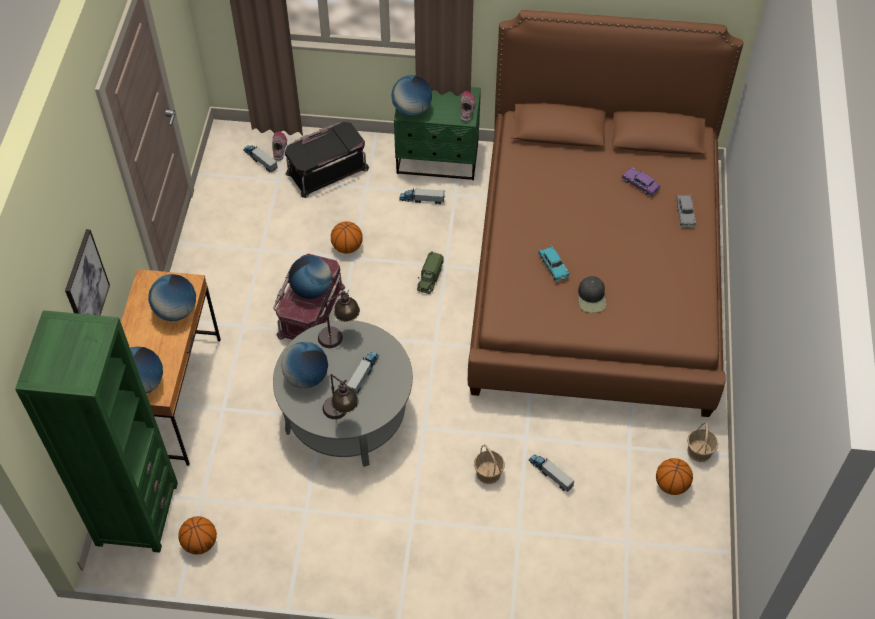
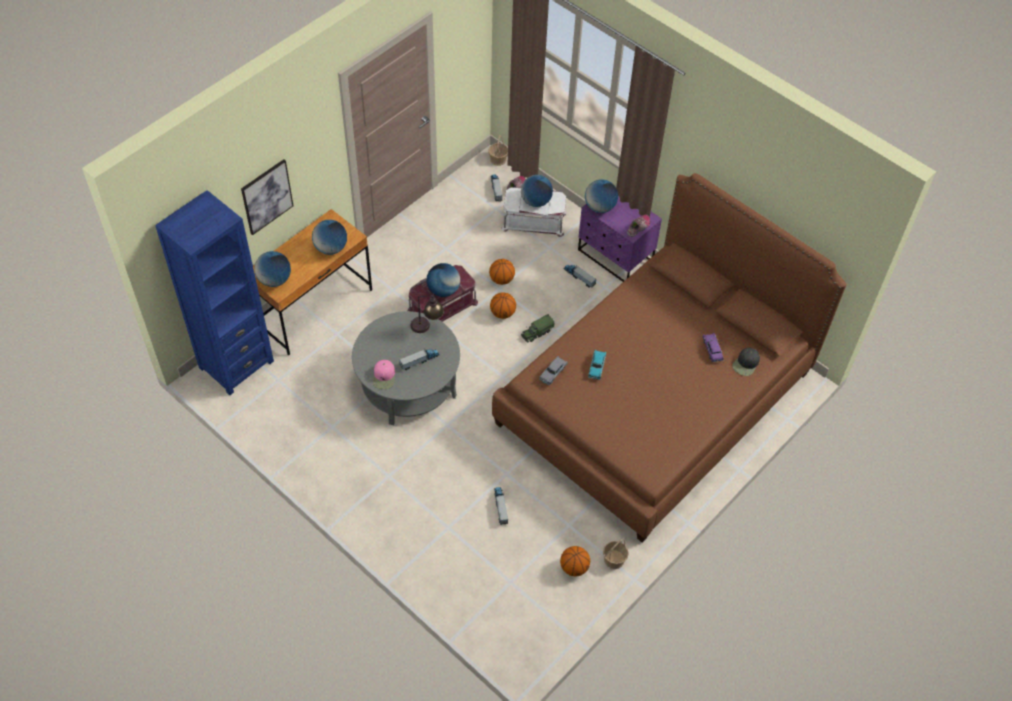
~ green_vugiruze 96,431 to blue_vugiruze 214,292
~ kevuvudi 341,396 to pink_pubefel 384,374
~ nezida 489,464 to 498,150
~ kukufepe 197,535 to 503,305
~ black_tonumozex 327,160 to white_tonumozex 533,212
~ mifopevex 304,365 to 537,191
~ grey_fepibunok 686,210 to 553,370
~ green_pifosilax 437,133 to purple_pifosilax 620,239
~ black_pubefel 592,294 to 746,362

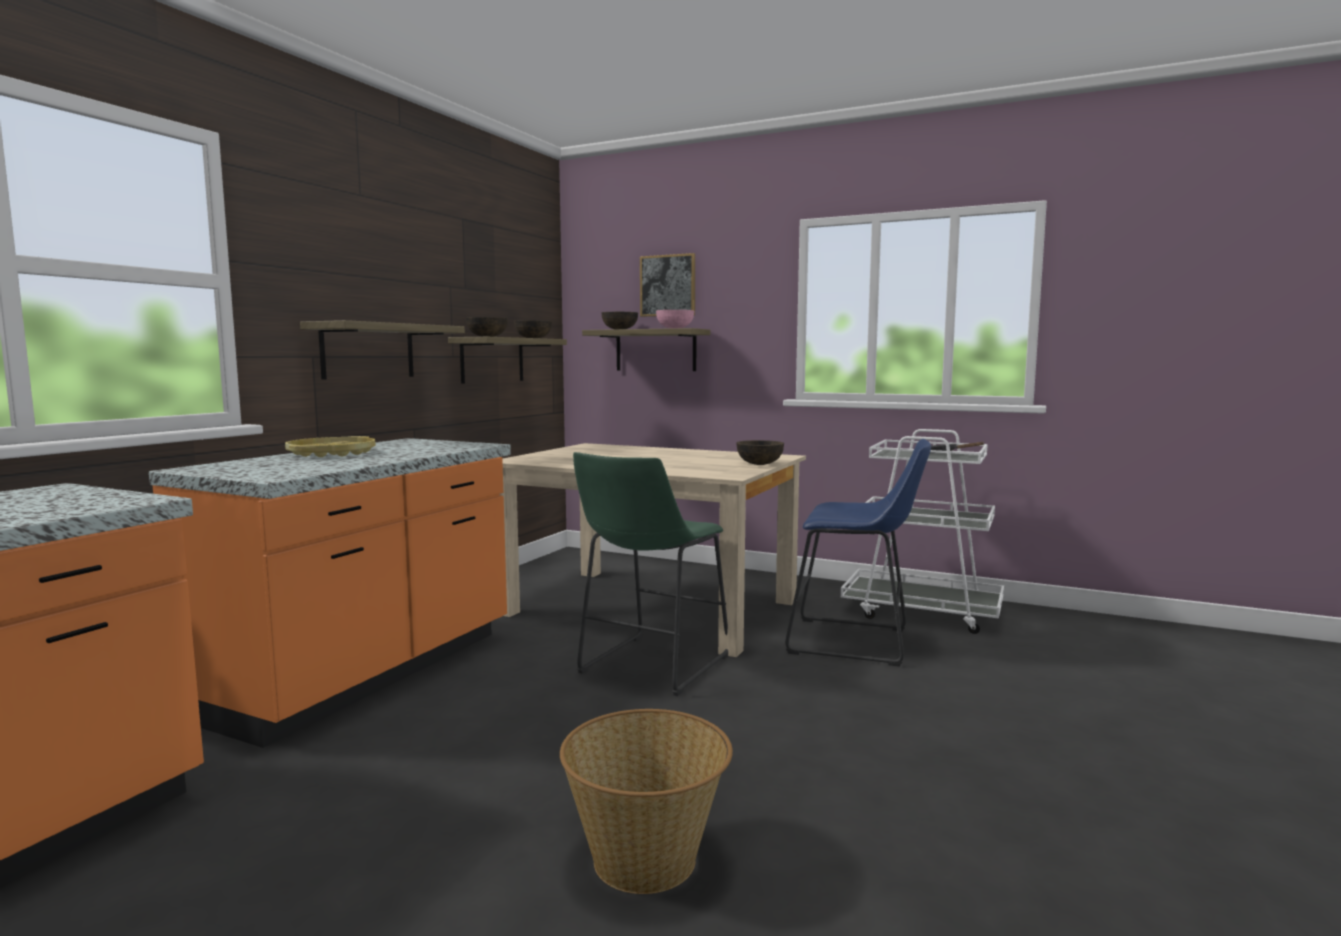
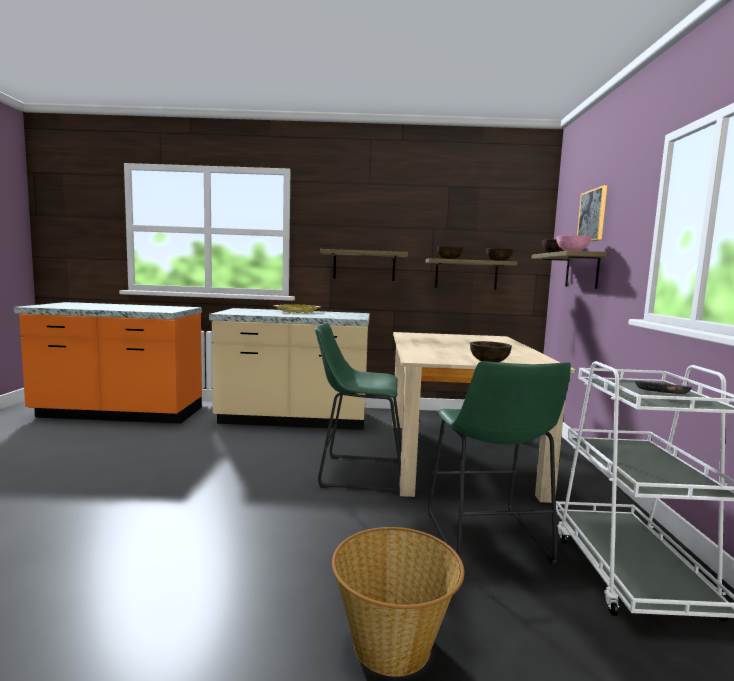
~ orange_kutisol 330,593 to beige_kutisol 289,369
~ nezida 646,801 to 398,602
~ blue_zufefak 858,553 to green_zufefak 499,463

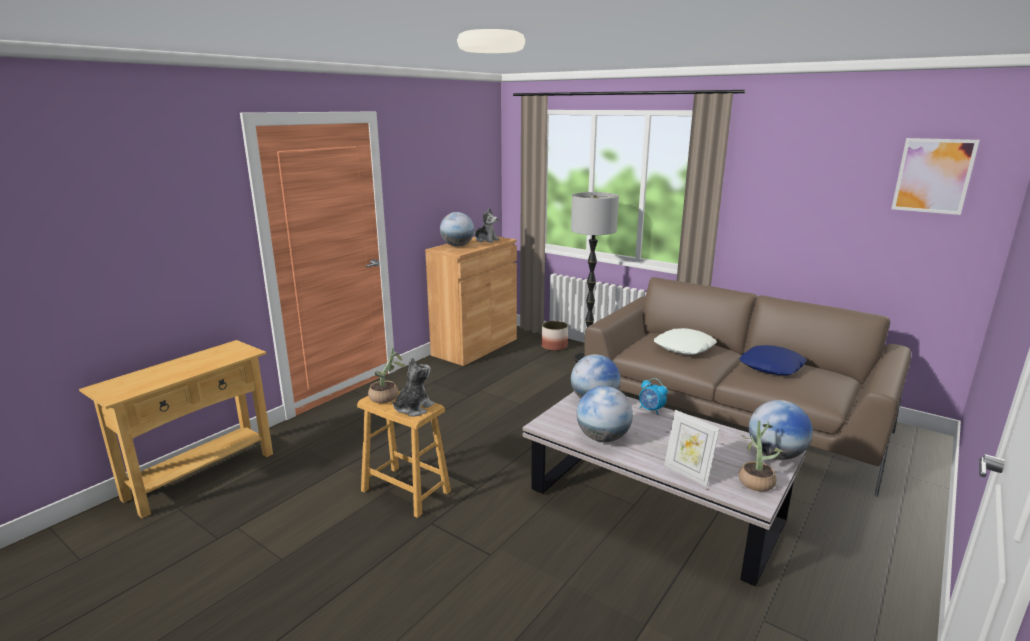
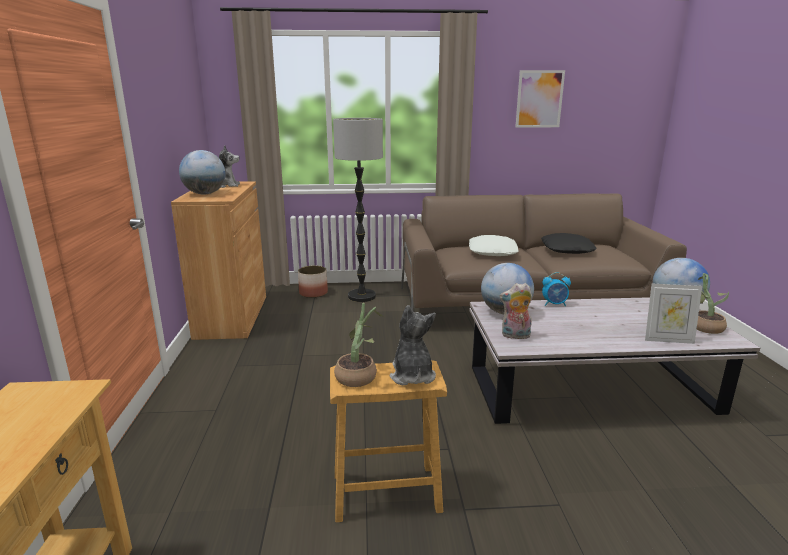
+ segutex 516,311
~ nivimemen 935,176 to 540,99
~ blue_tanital 773,360 to black_tanital 568,243
- mifopevex 605,414

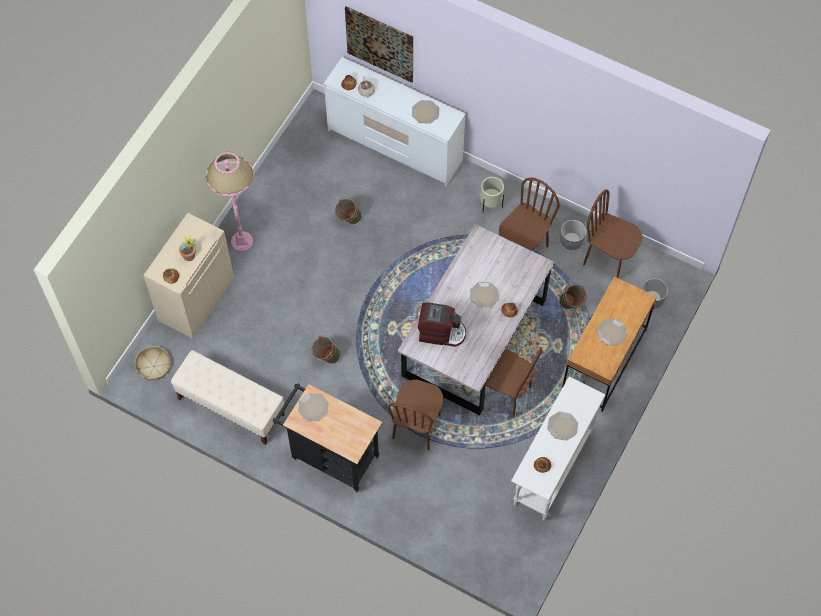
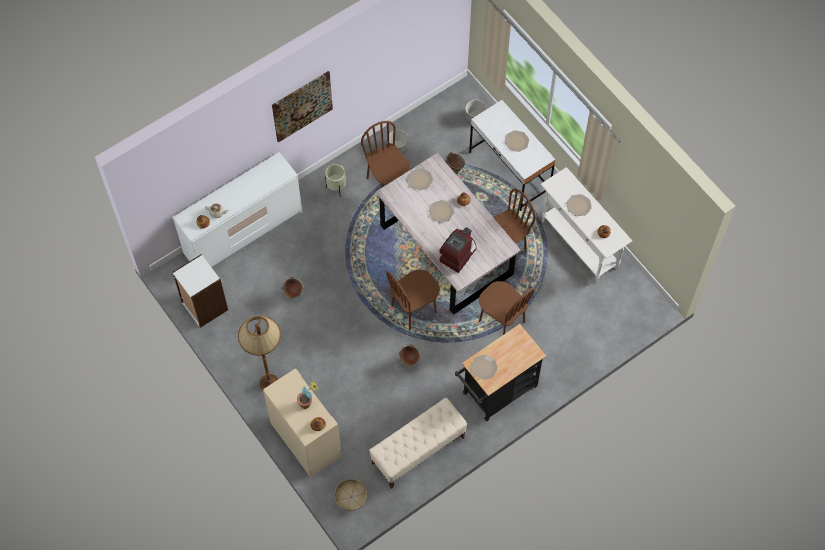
+ white_vugiruze 200,291
~ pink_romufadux 229,201 to brown_romufadux 259,353
~ nivimemen 379,44 to 302,106
~ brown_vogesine 613,233 to 413,300
~ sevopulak 425,112 to 420,179
~ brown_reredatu 609,344 to white_reredatu 512,155

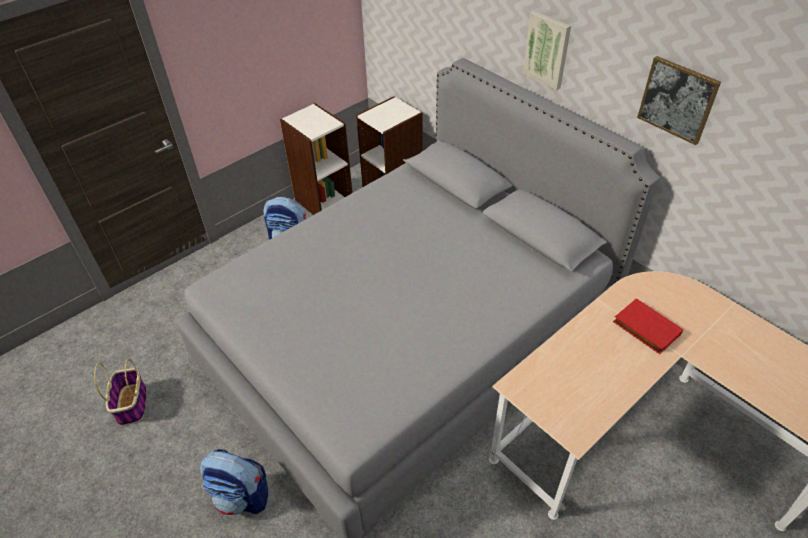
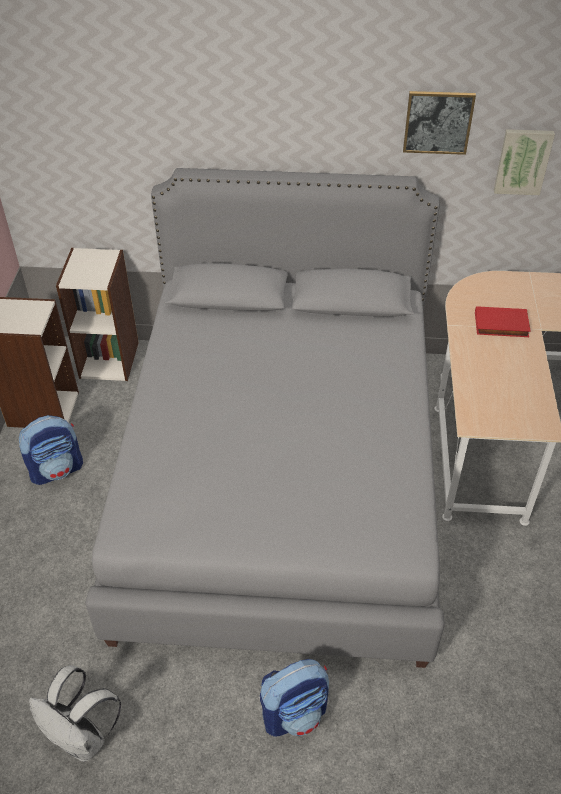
~ nezida 120,392 to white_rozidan 75,713
~ nivimemen 547,51 to 524,162

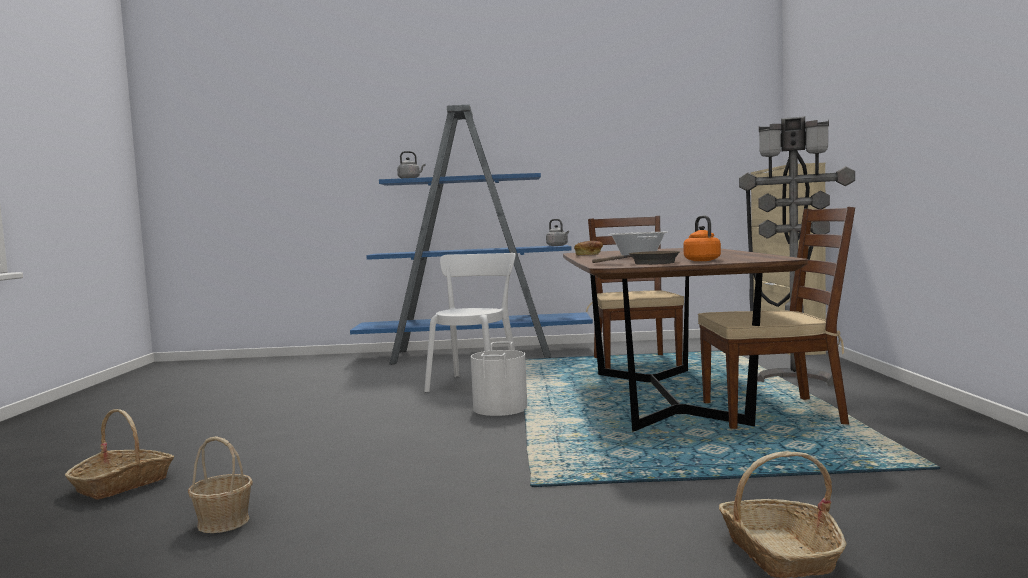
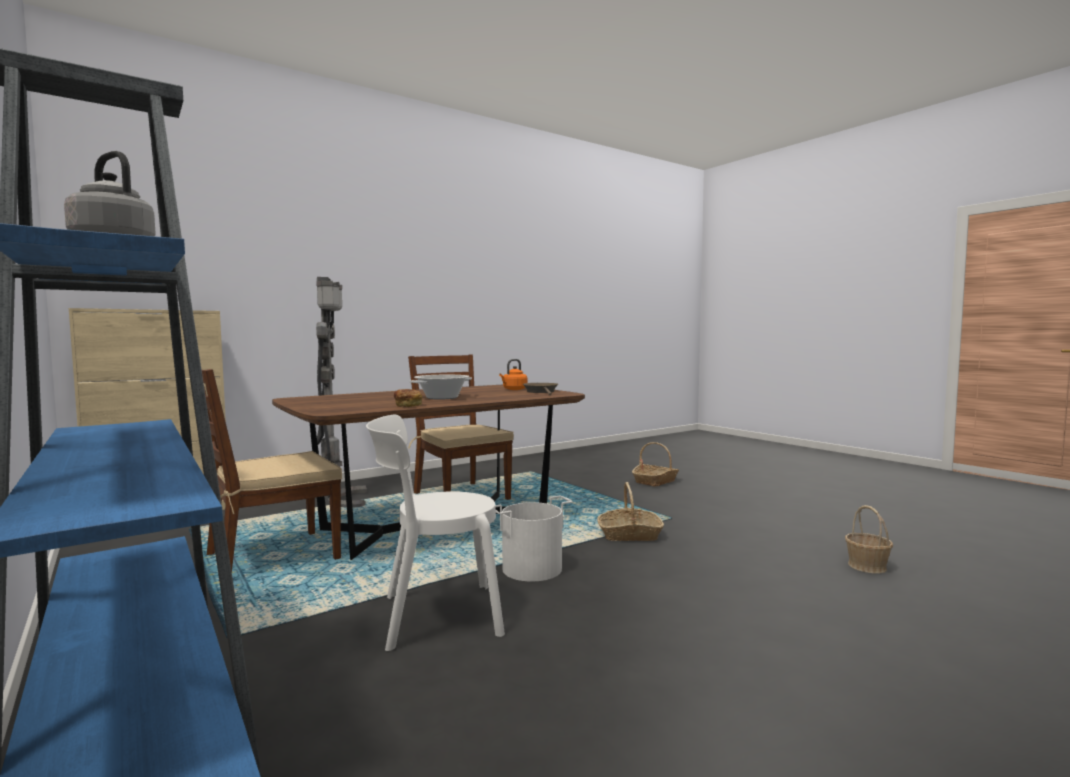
~ nezida 119,454 to 630,511
- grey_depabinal 557,232

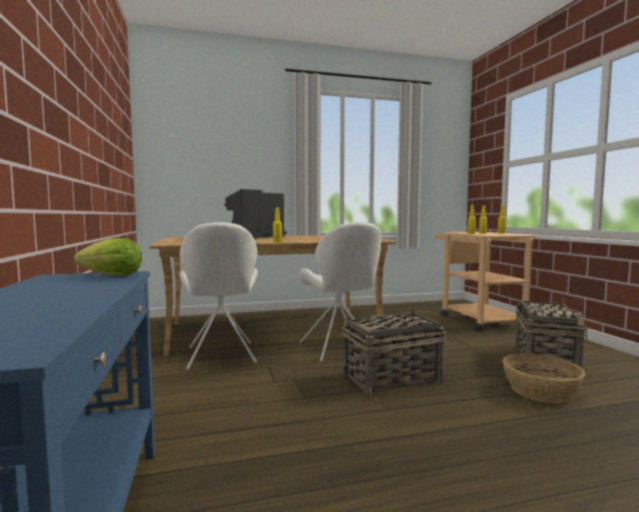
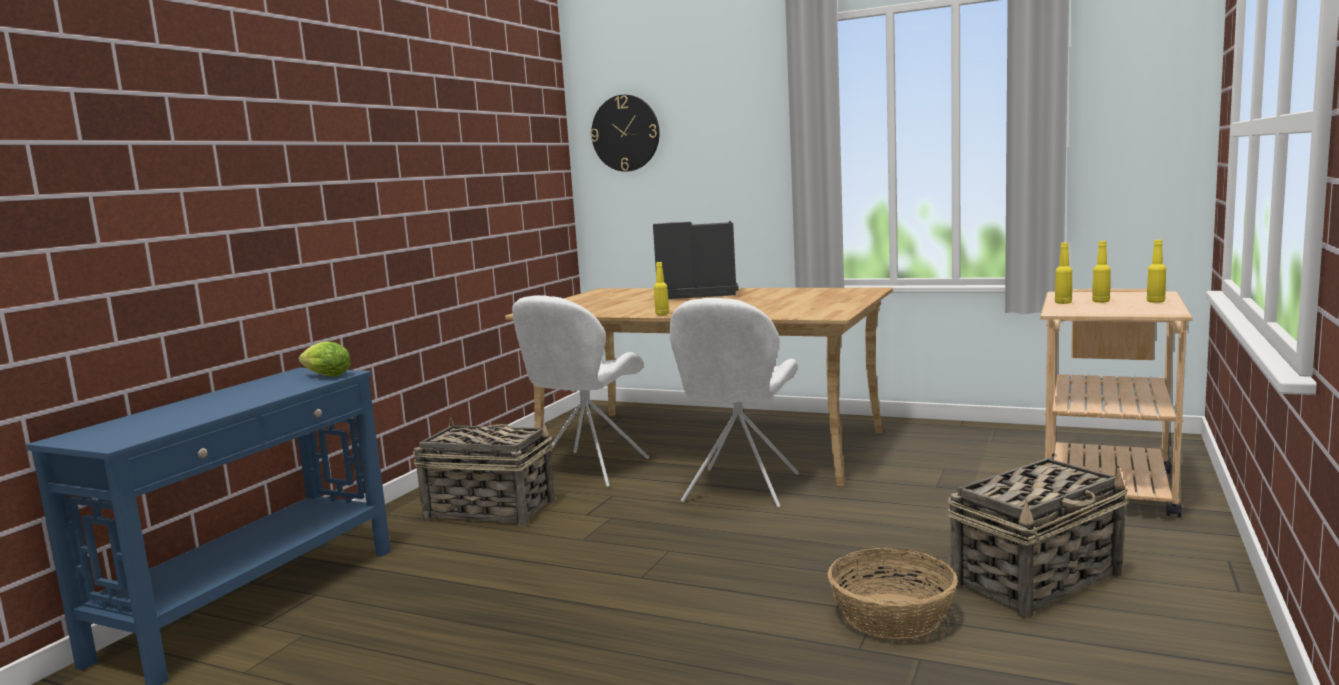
~ nezida 394,351 to 484,472
+ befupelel 625,133

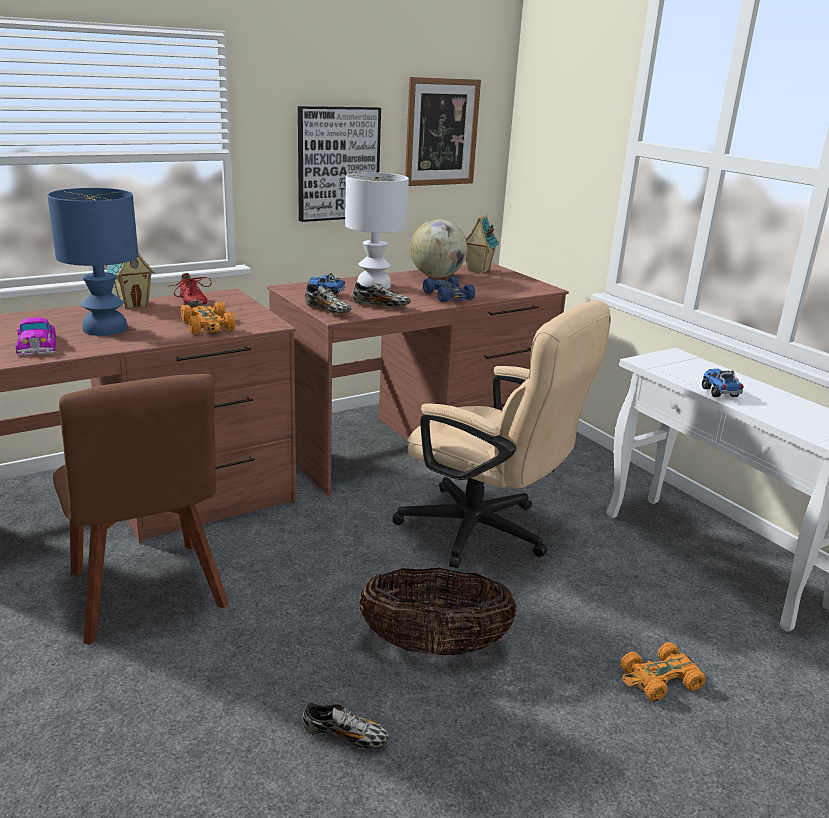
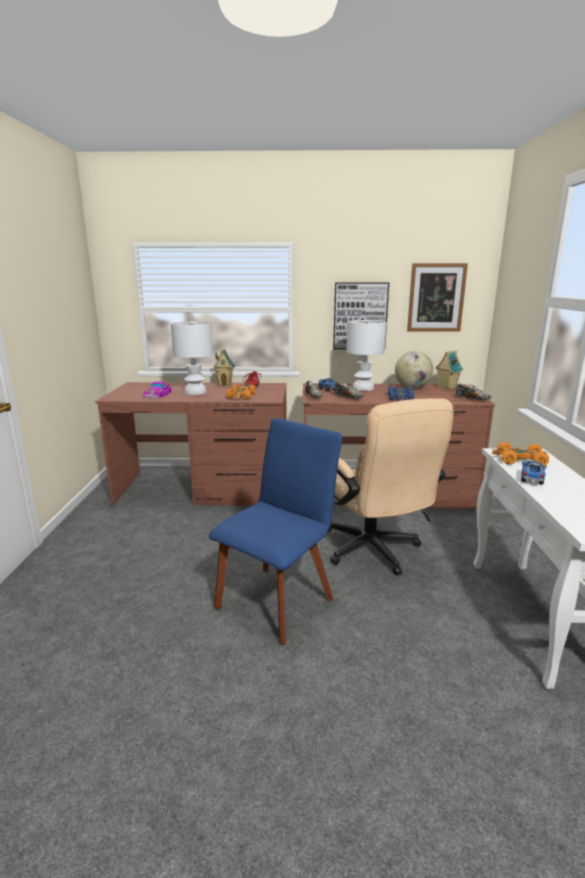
~ blue_kevuvudi 92,262 to white_kevuvudi 192,358
~ nezida 438,611 to blue_vogesine 275,531
~ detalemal 345,725 to 474,392
~ orange_fepibunok 663,671 to 520,454
- brown_vogesine 141,509

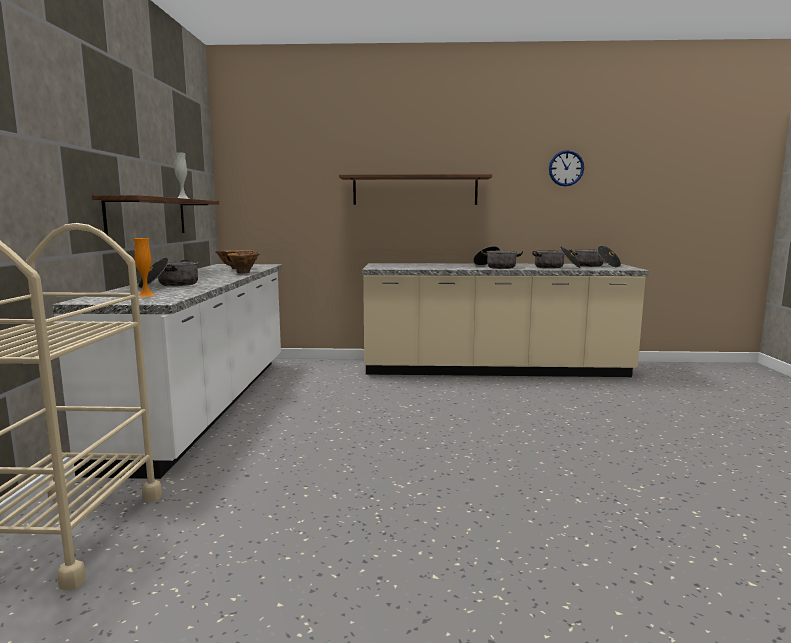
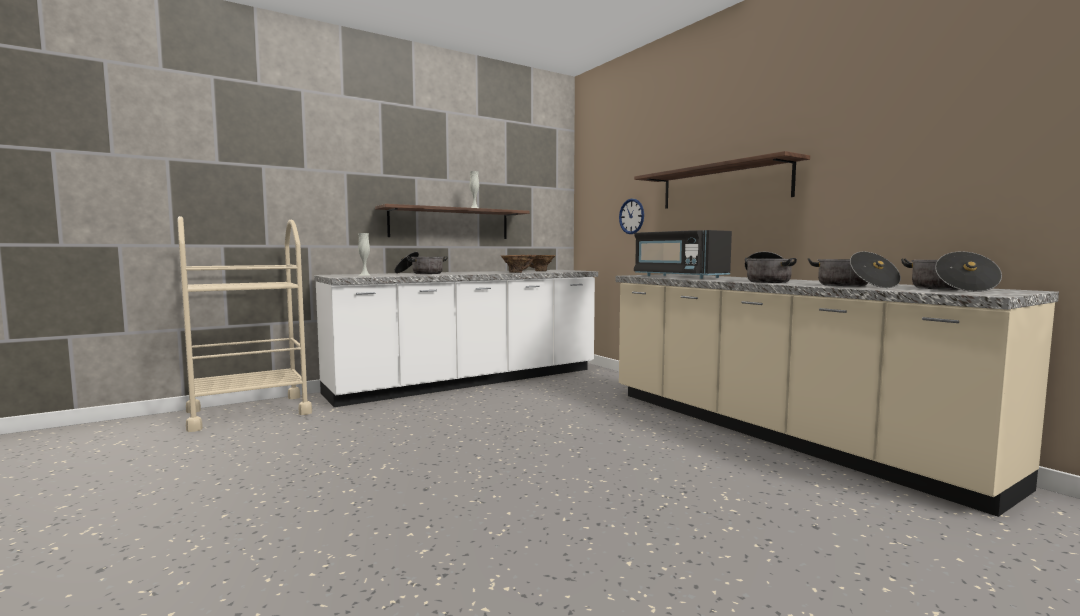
~ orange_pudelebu 144,267 to white_pudelebu 364,254
~ befupelel 566,168 to 631,216
+ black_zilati 683,254

